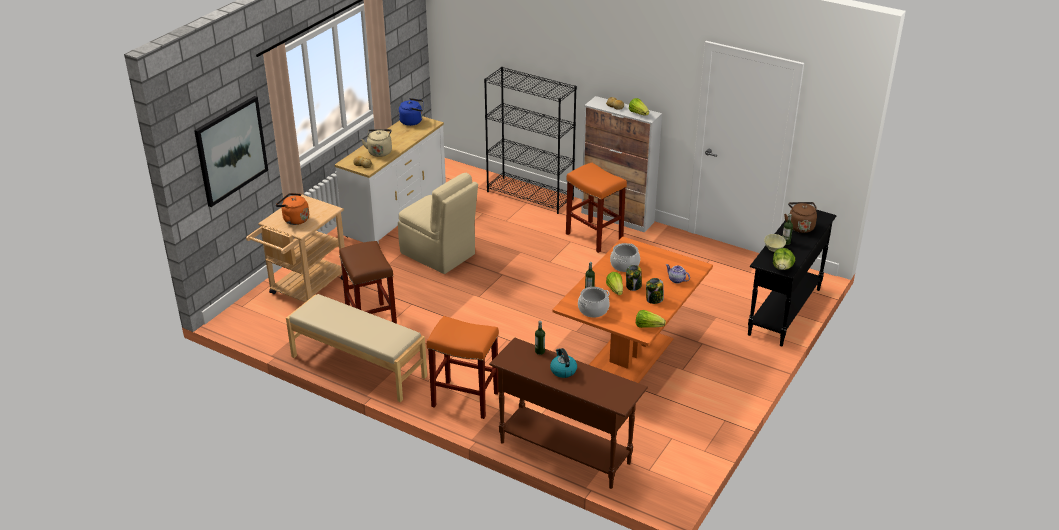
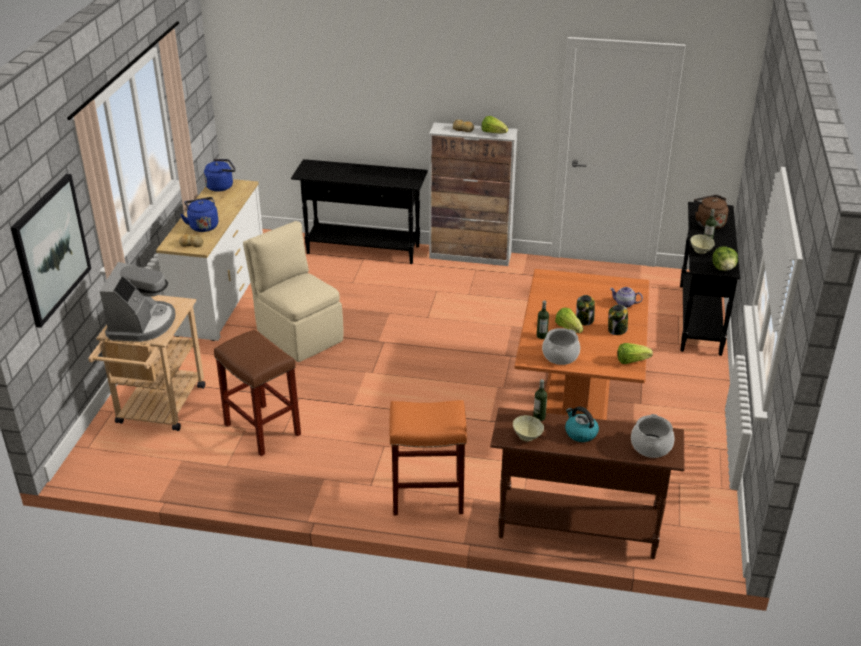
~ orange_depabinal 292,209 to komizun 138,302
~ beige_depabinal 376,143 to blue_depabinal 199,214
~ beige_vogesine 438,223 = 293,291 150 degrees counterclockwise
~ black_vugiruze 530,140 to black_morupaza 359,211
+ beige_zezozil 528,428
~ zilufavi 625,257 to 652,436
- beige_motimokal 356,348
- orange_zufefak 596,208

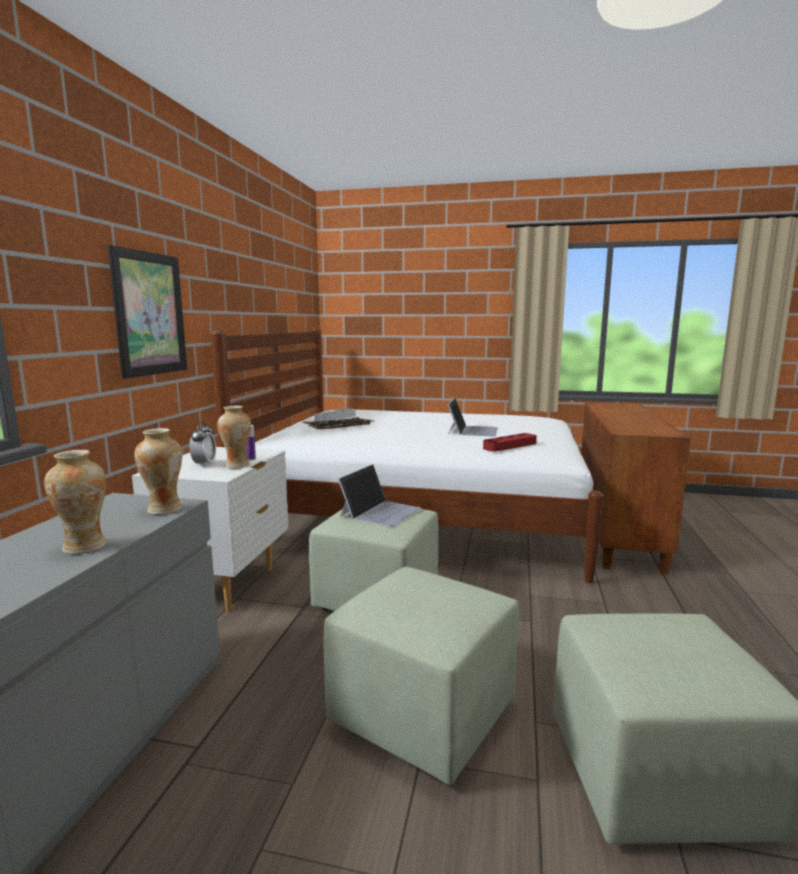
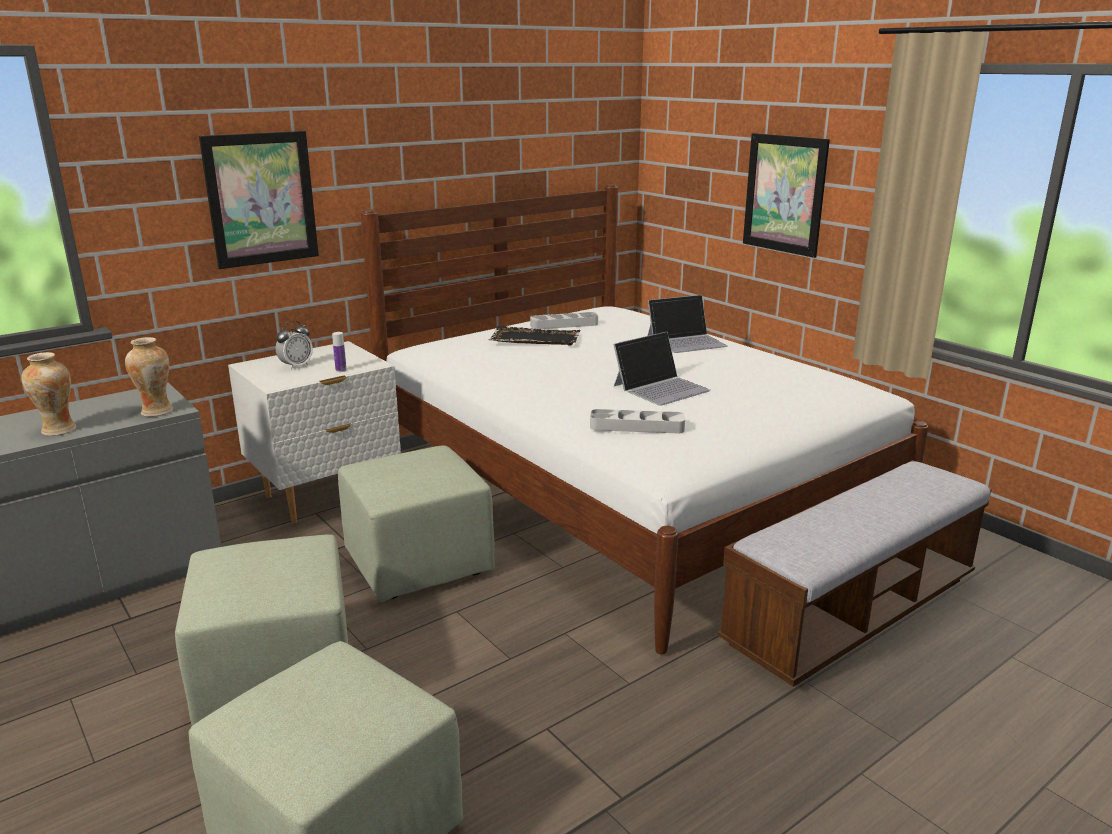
~ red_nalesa 510,442 to grey_nalesa 637,421
~ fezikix 379,495 to 688,324
~ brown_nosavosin 636,488 to motimokal 854,573
+ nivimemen 786,195
- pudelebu 234,437

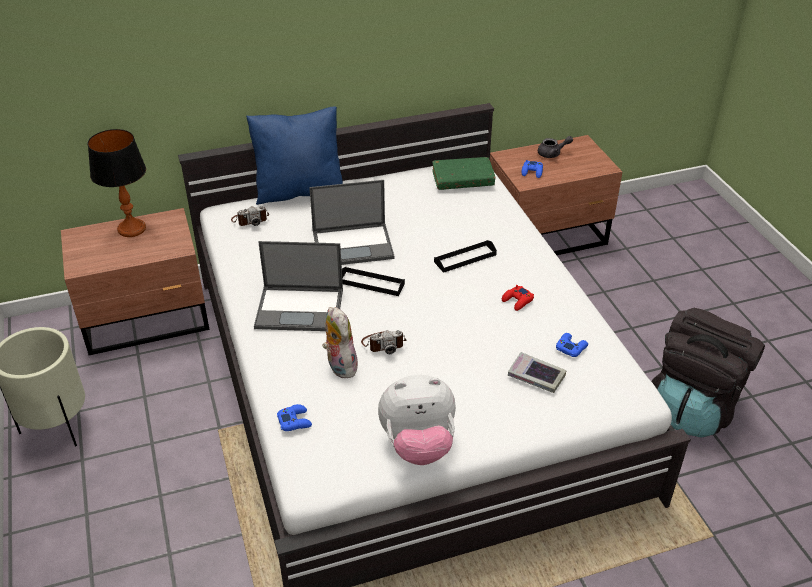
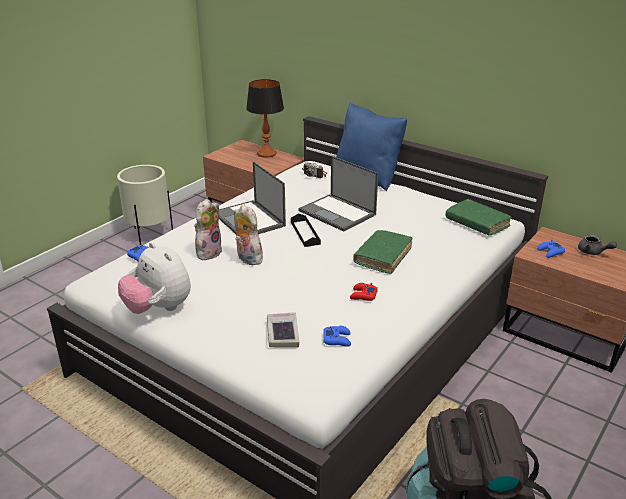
~ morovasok 383,342 to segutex 250,234
~ black_nalesa 465,256 to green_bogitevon 383,252

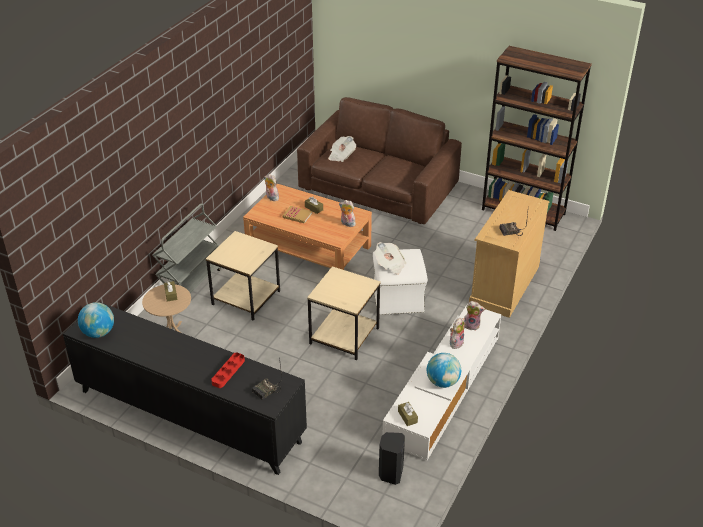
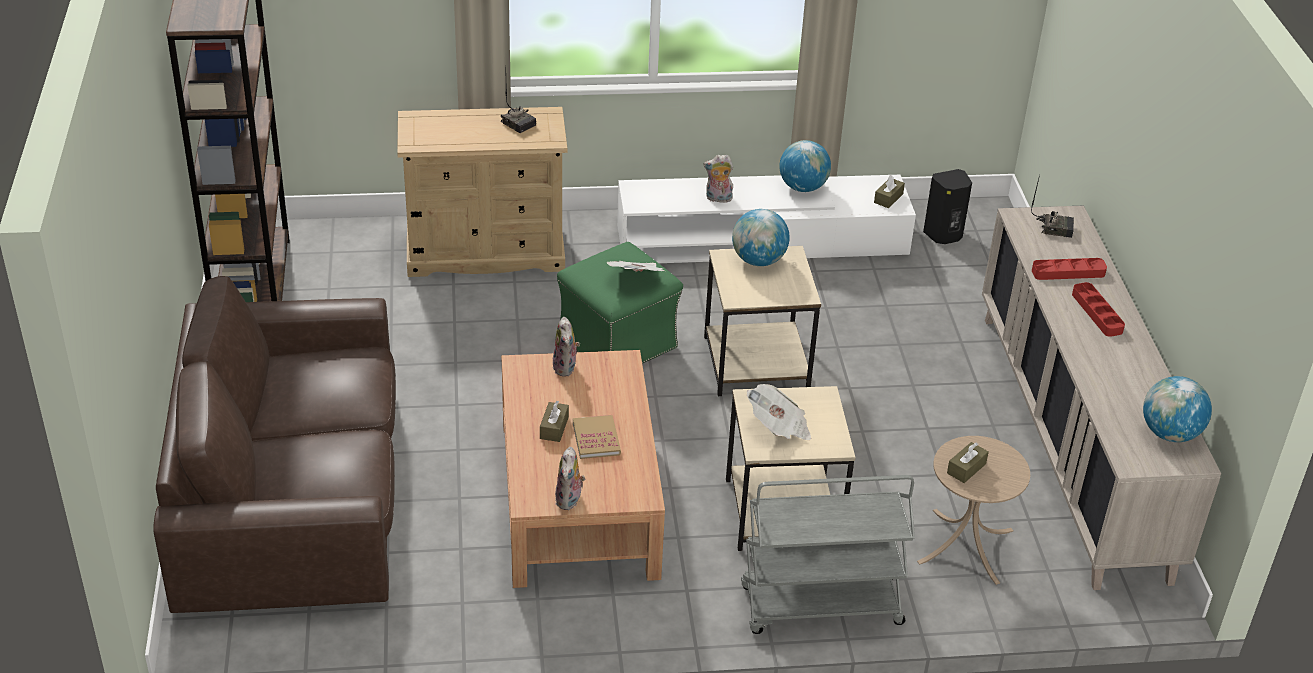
~ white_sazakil 400,282 to green_sazakil 620,303
+ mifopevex 761,237
~ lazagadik 342,149 to 779,412
~ black_nosavosin 185,388 to beige_nosavosin 1101,398
+ red_nalesa 1098,309
- segutex 474,315

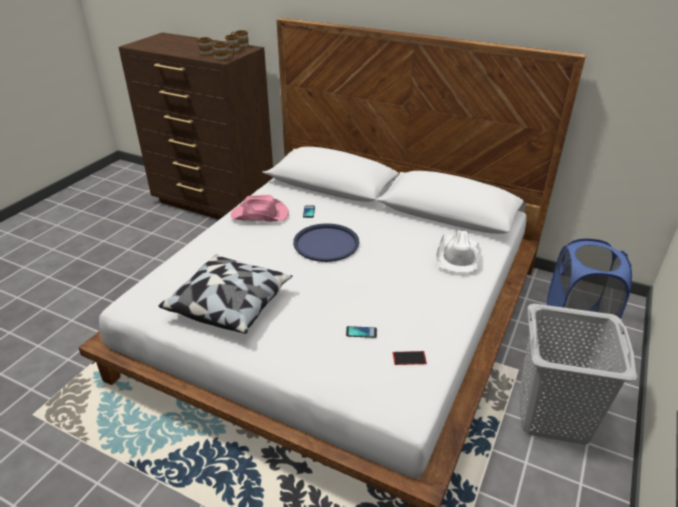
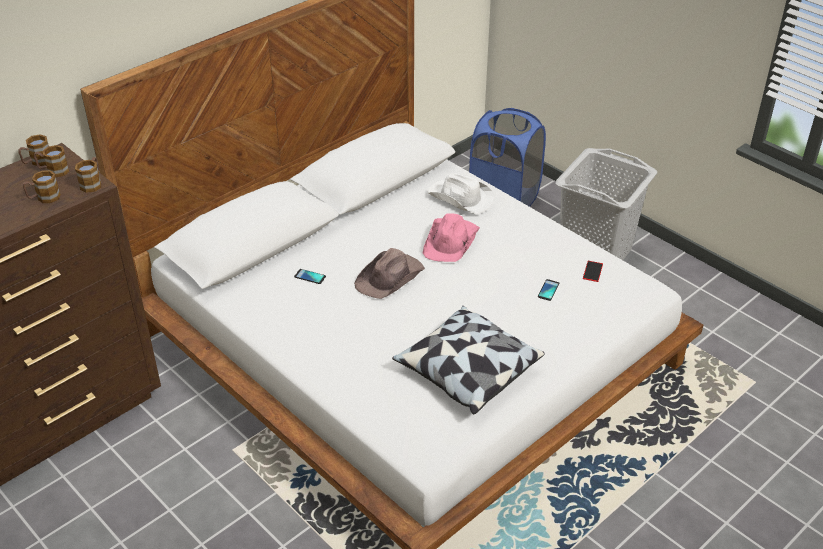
~ blue_nalesa 326,242 to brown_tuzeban 389,273
~ pink_tuzeban 260,208 to 451,237

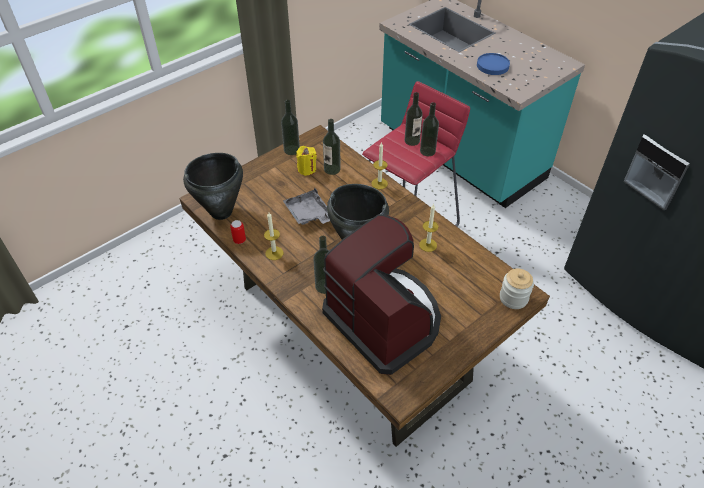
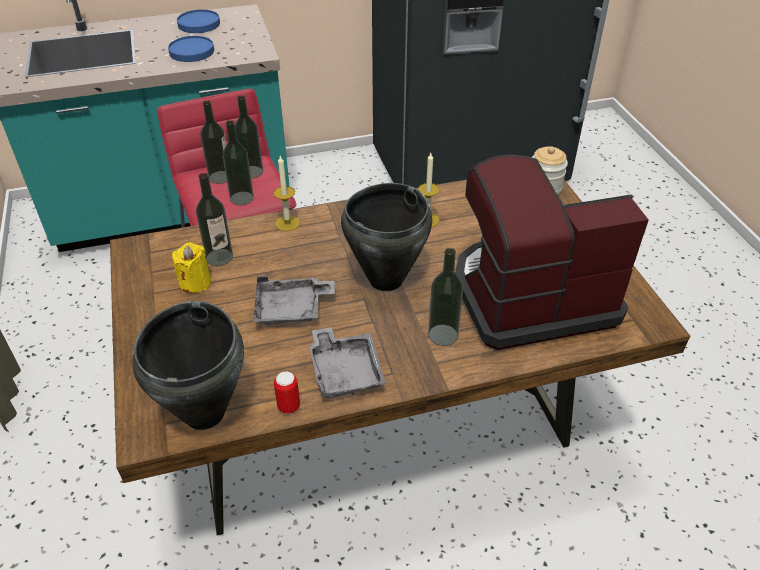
+ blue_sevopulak 198,21
~ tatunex 290,127 to 238,162
~ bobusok 273,236 to grey_nalesa 347,363

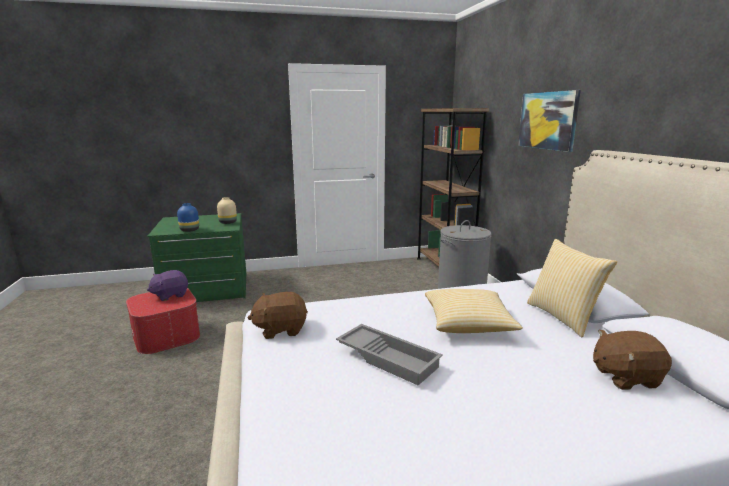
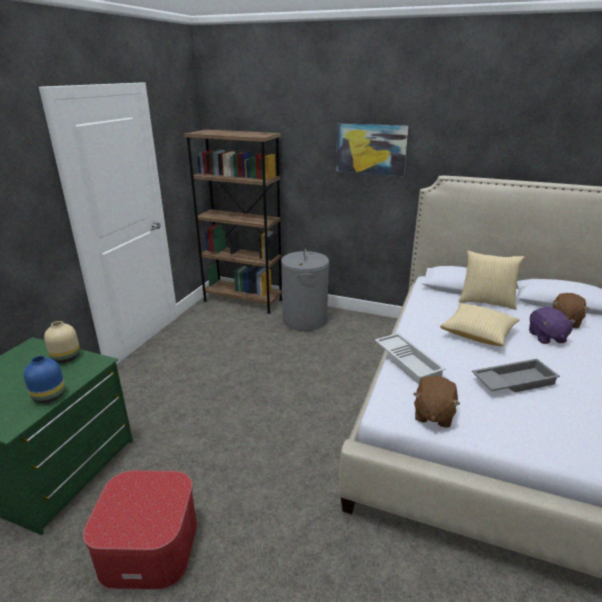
+ white_nalesa 410,359
~ purple_segutex 167,285 to 552,325

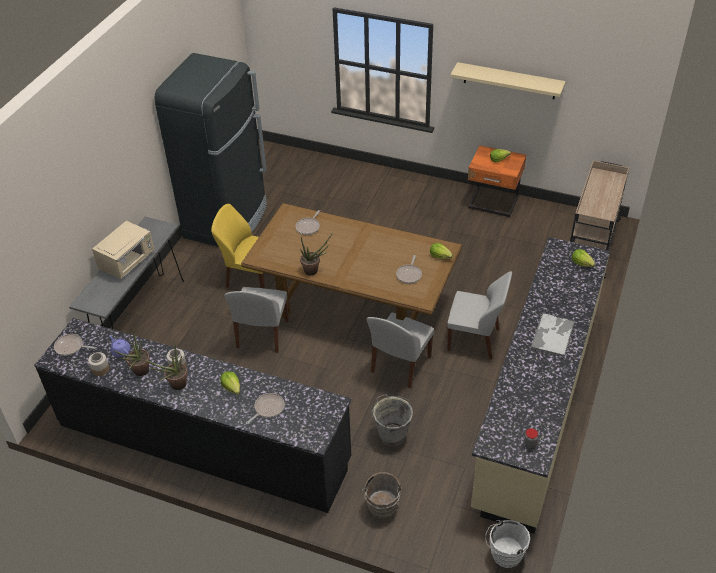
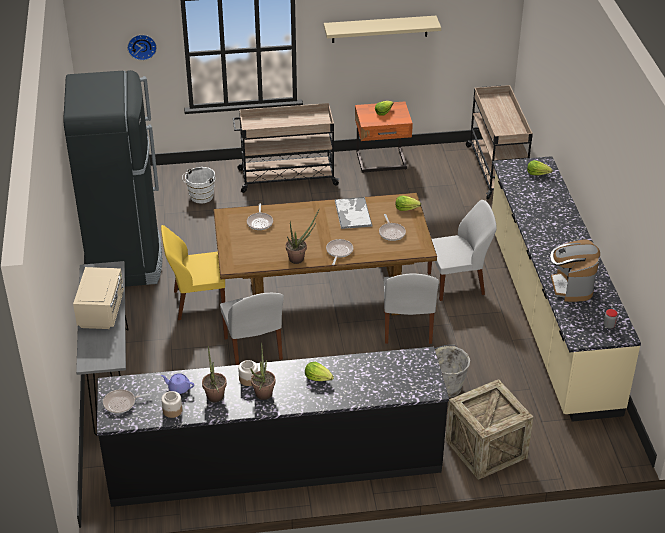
+ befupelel 142,48
~ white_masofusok 507,544 to 198,185
+ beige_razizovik 286,148
~ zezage 265,408 to 339,252
~ nalesa 553,335 to 353,213
~ brown_masofusok 382,495 to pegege 489,429
+ komizun 575,270

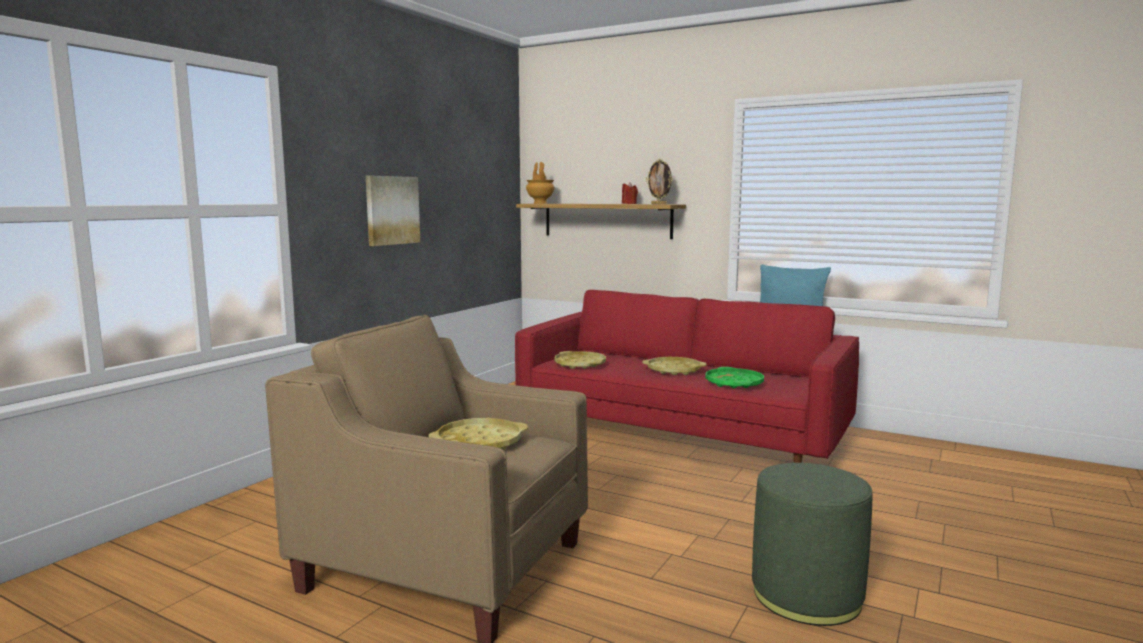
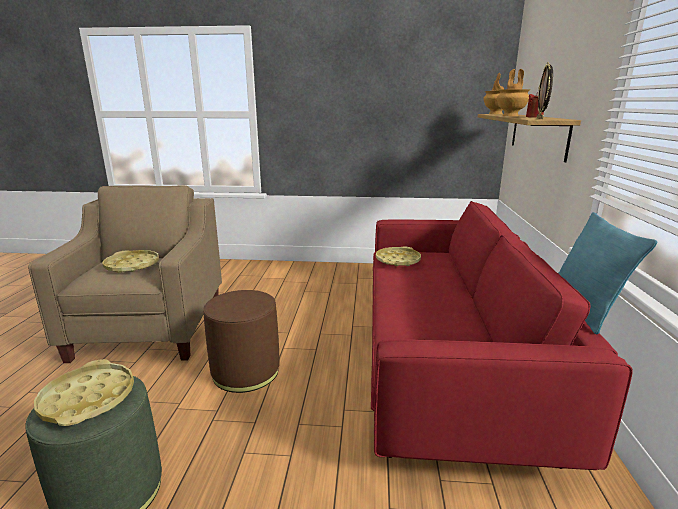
~ yellow_nalesa 674,366 to 84,392
+ brown_sazakil 241,341
+ brown_pudelebu 513,92
- nivimemen 393,211
- green_nalesa 734,377

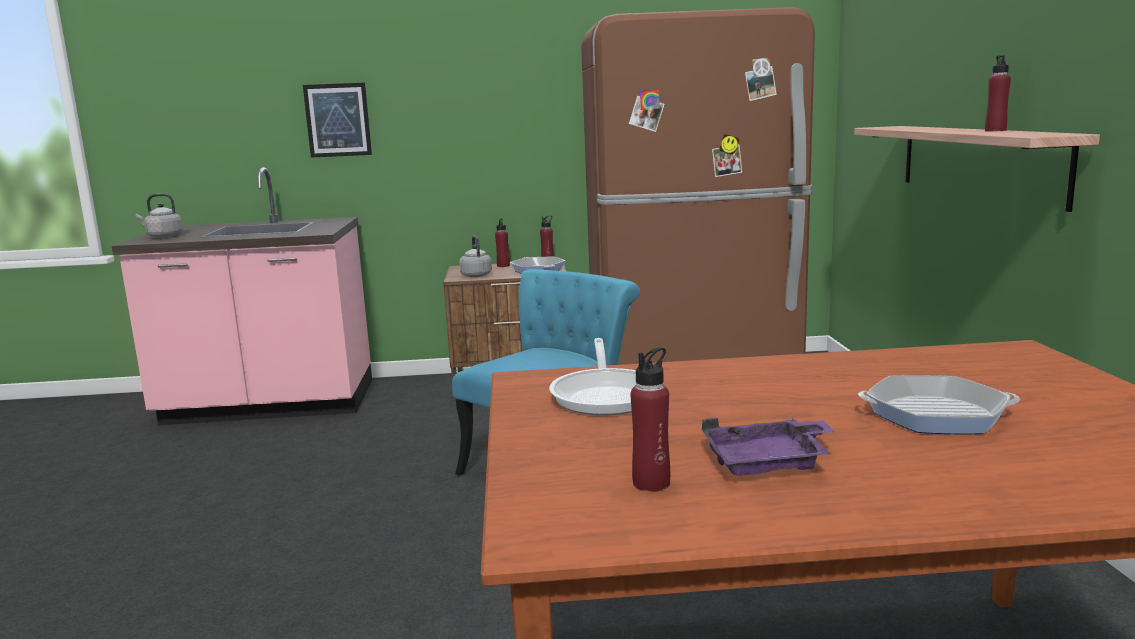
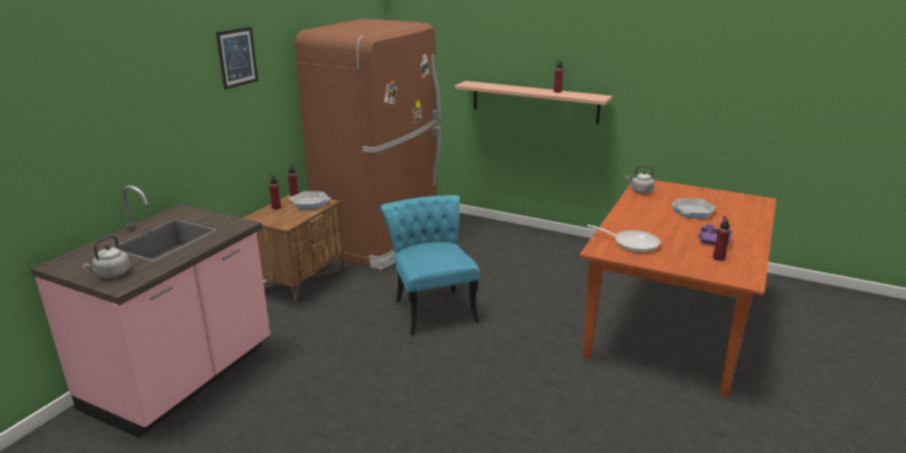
~ nivimemen 337,120 to 237,58
~ grey_depabinal 475,256 to 640,179

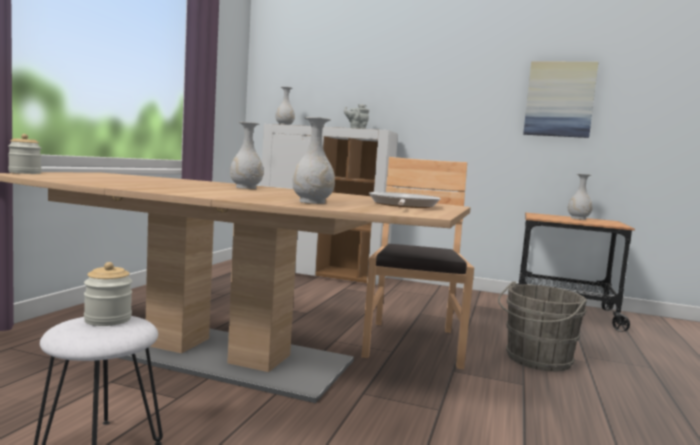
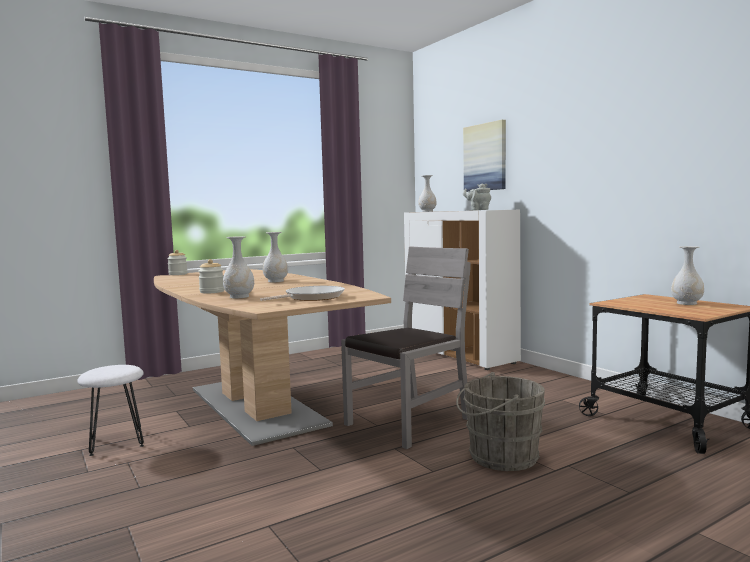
~ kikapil 108,294 to 211,276
~ brown_vogesine 418,263 to grey_vogesine 405,347
~ nivimemen 560,99 to 484,156

